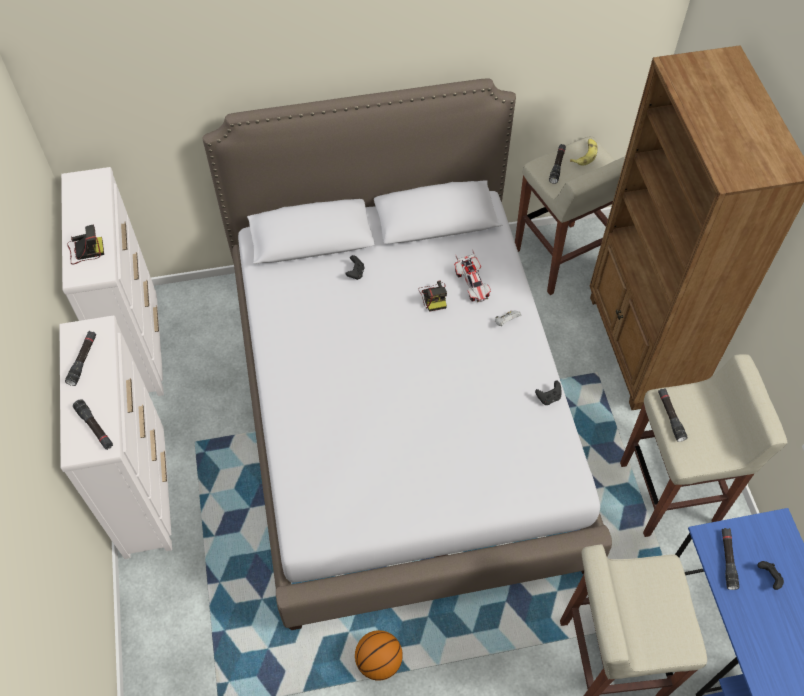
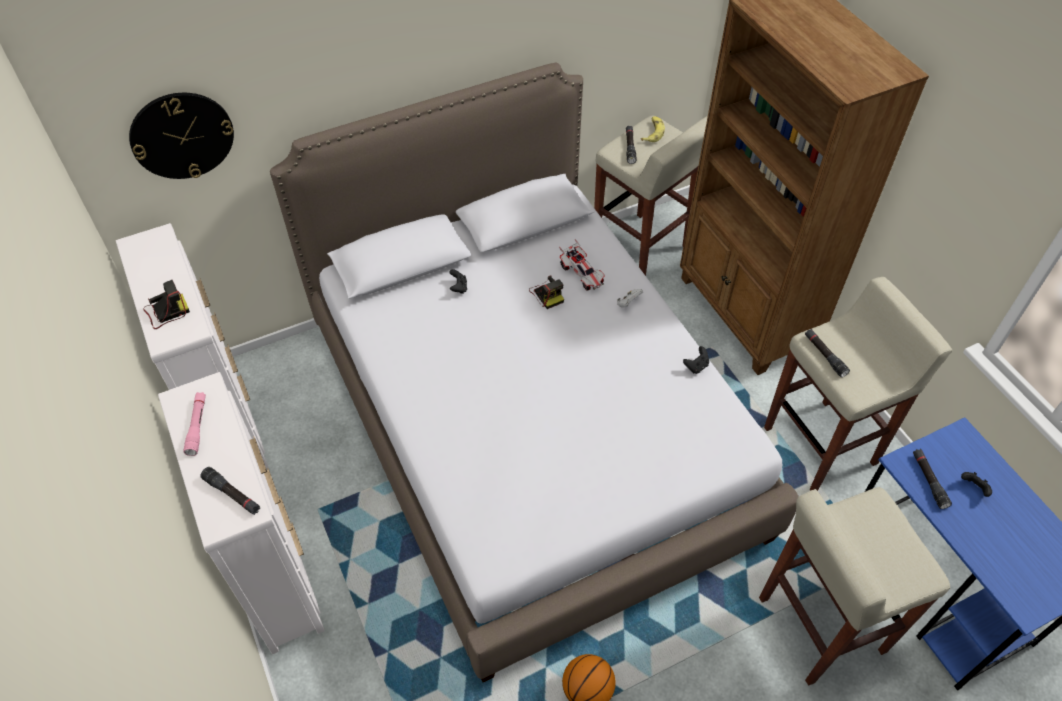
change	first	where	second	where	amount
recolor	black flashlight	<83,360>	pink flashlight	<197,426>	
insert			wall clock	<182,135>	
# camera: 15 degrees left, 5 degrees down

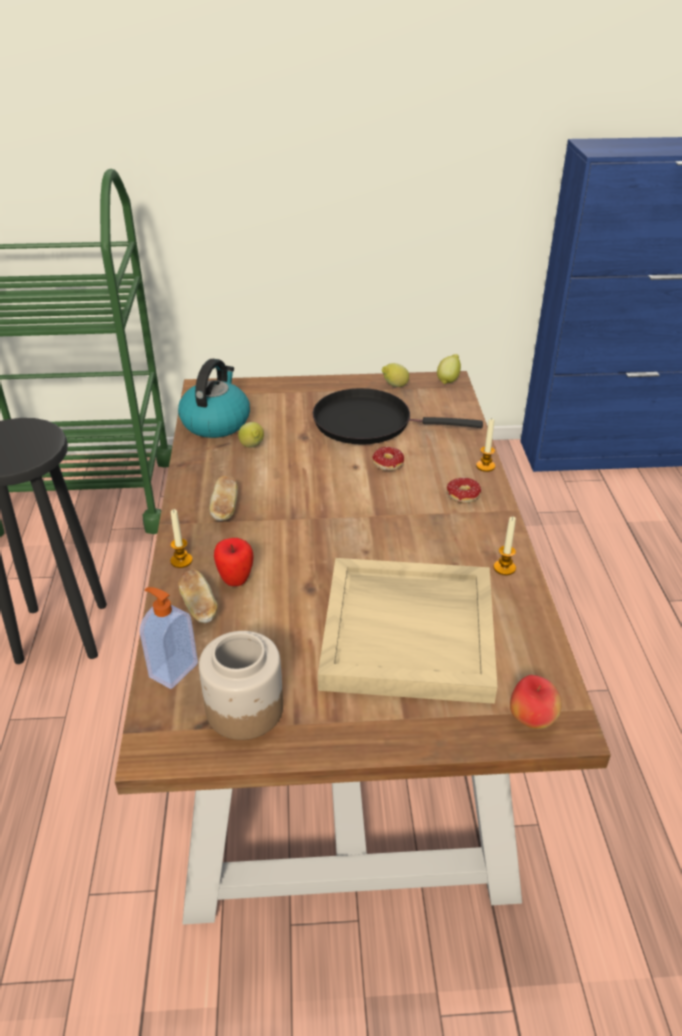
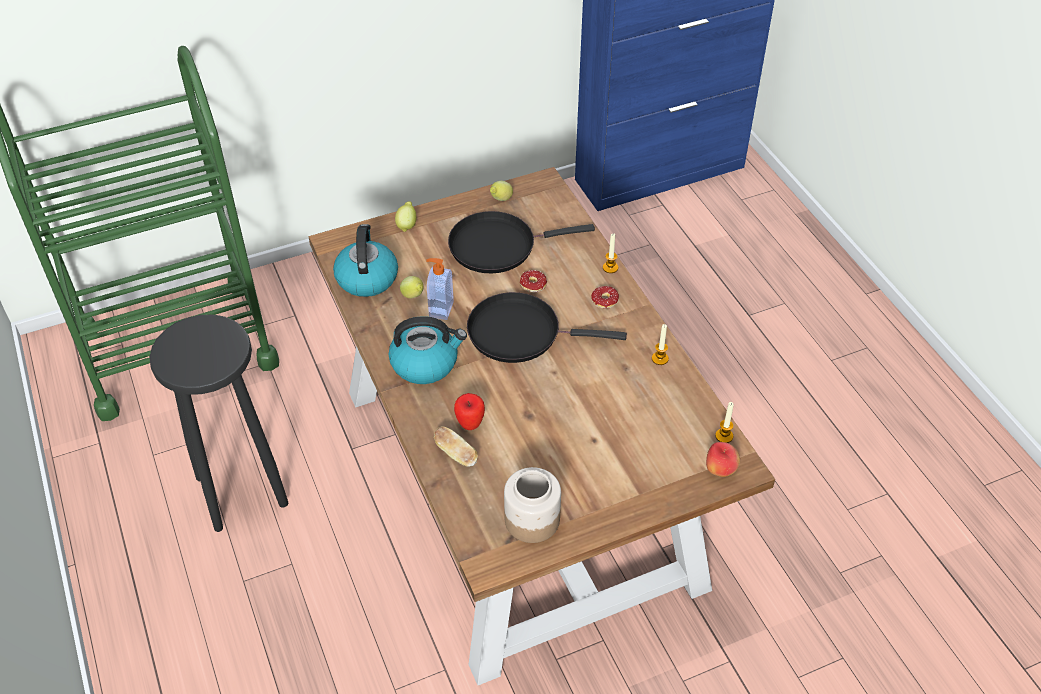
change	first	where	second	where	amount
move	lemon	<448,380>		<407,225>	
replace	bread	<225,509>	kettle	<425,363>	
move	candle	<181,561>		<724,436>	
delete	beige tray	<410,632>			
move	soap dispenser	<172,670>		<440,309>	
insert			black frying pan	<520,332>	
# camera: 20 degrees left, 10 degrees up

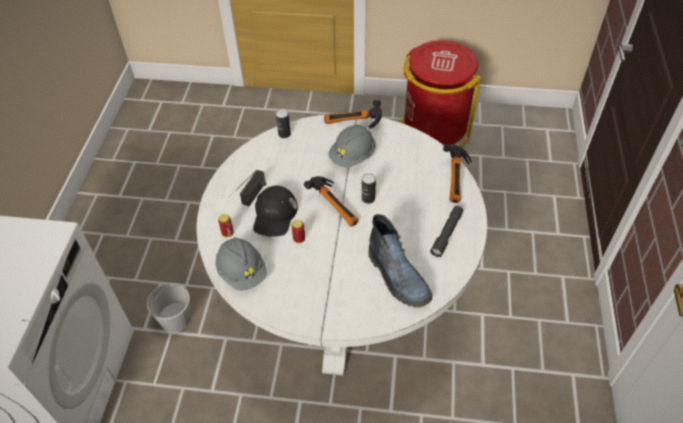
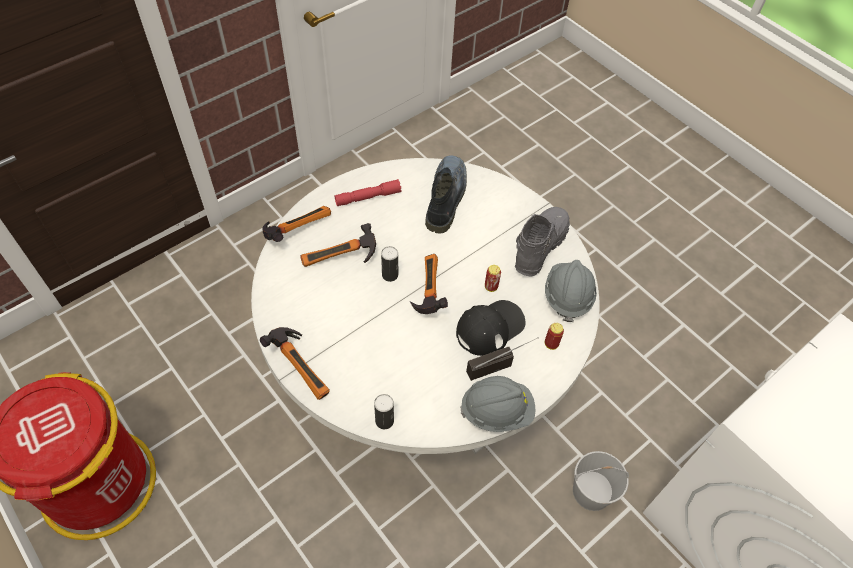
change	first	where	second	where	amount
move	grey hard hat	<352,156>		<497,411>	
recolor	grey flashlight	<446,234>	red flashlight	<368,197>	
insert			grey boot	<539,247>	
insert			hammer	<340,261>	
# camera: 140 degrees left, 5 degrees up

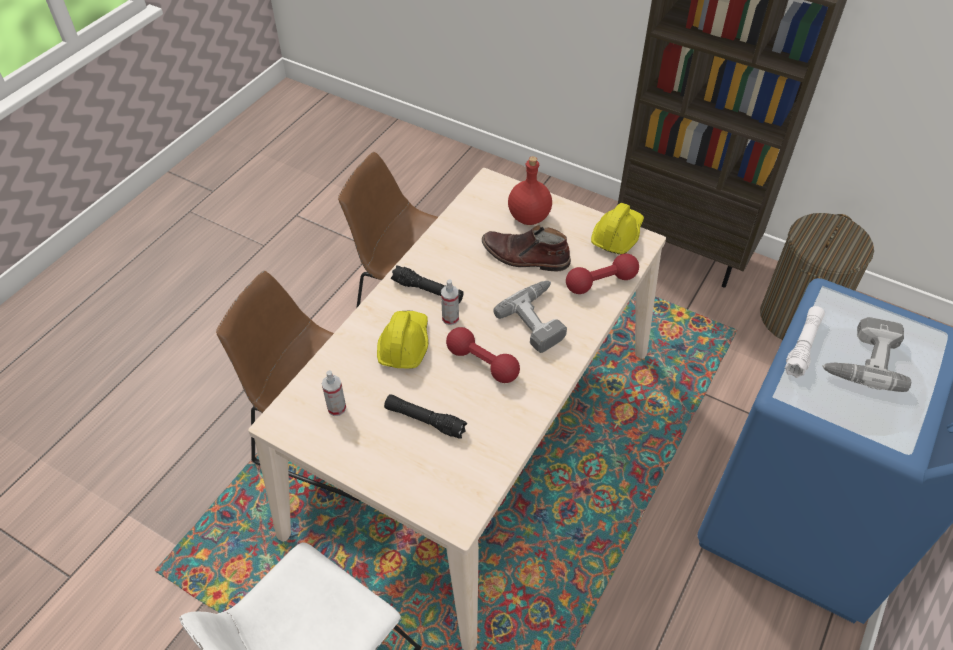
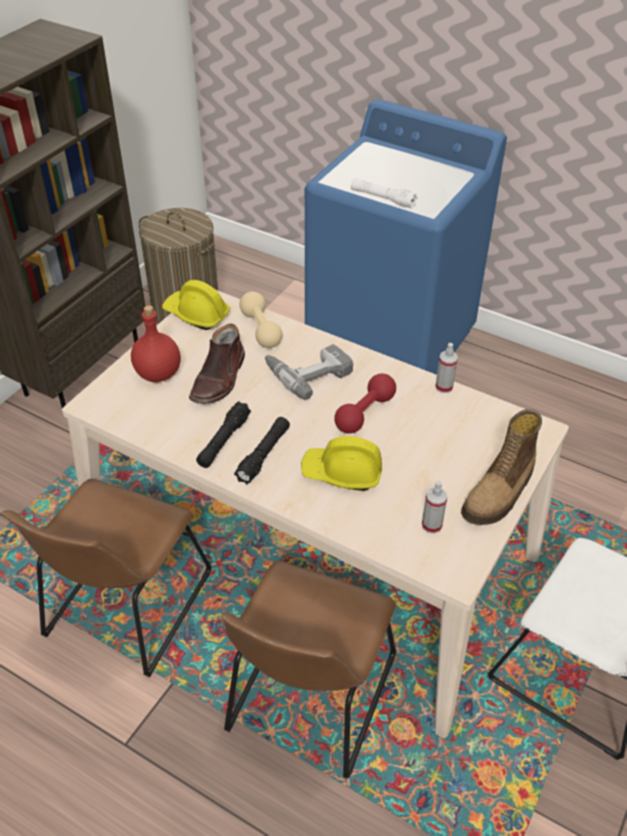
change	first	where	second	where	amount
recolor	red dumbbell	<601,282>	beige dumbbell	<261,329>	
move	spray bottle	<450,318>		<444,387>	
delete	power drill	<861,359>			
move	black flashlight	<425,420>		<223,441>	
insert			boot	<499,493>	
# camera: 90 degrees left, 5 degrees down

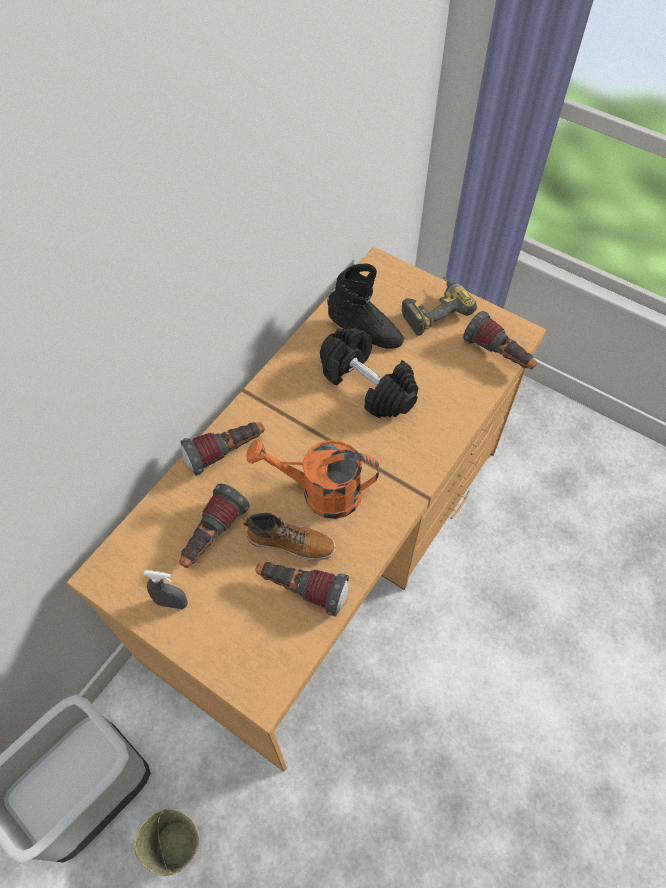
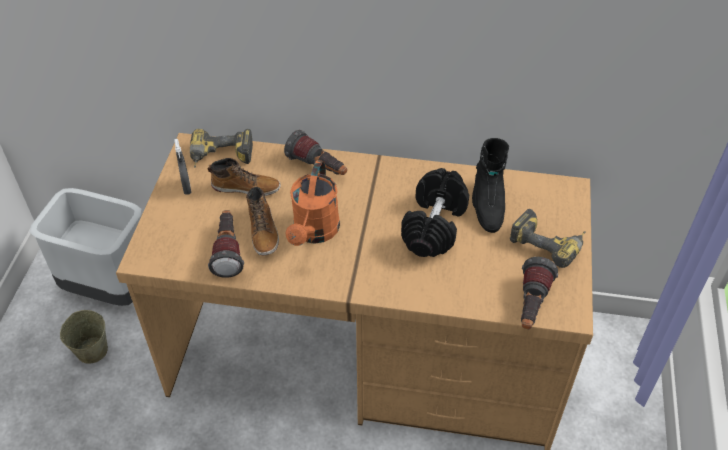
change	first	where	second	where	amount
rotate	orange watering can	<320,493>		<314,232>	150 degrees counterclockwise
replace	flashlight	<212,536>	boot	<246,187>	
insert			power drill	<221,158>	
# camera: 65 degrees right, 10 degrees down

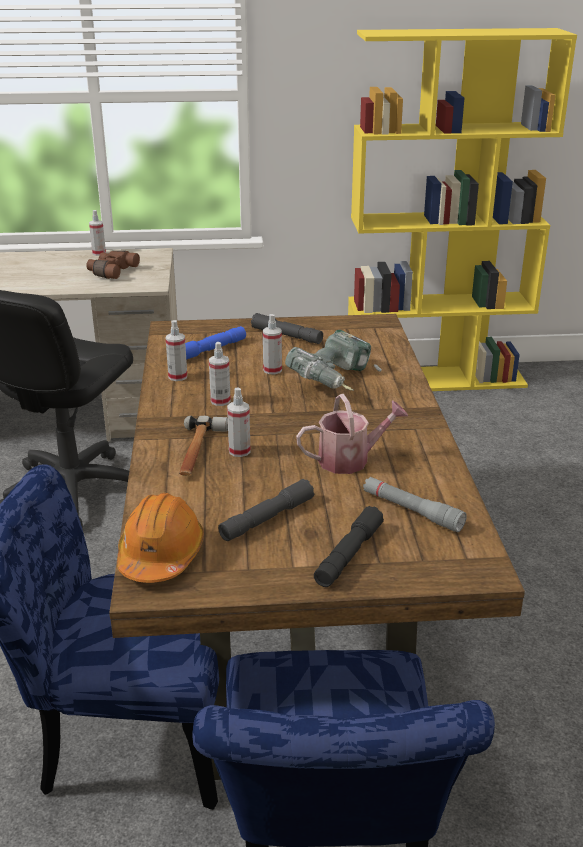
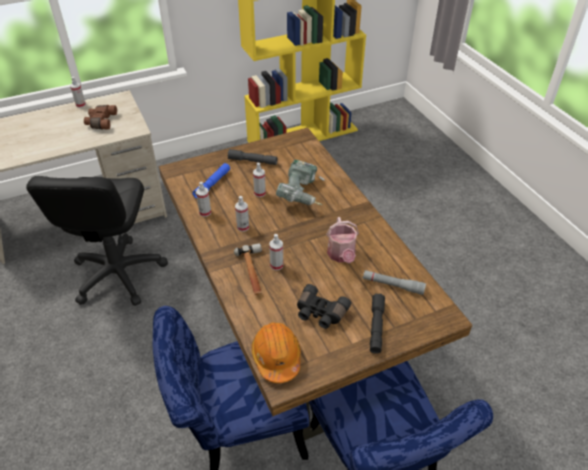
change	first	where	second	where	amount
rotate	watering can	<350,459>		<342,255>	120 degrees clockwise
replace	grey flashlight	<267,519>	black binoculars	<320,313>	
# camera: 20 degrees left, 15 degrees up

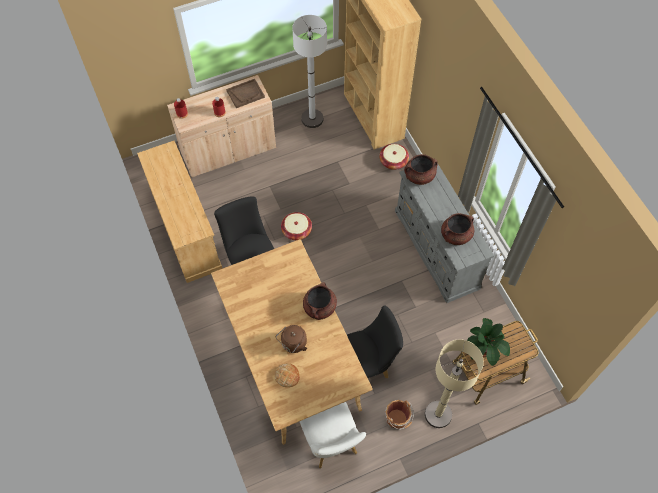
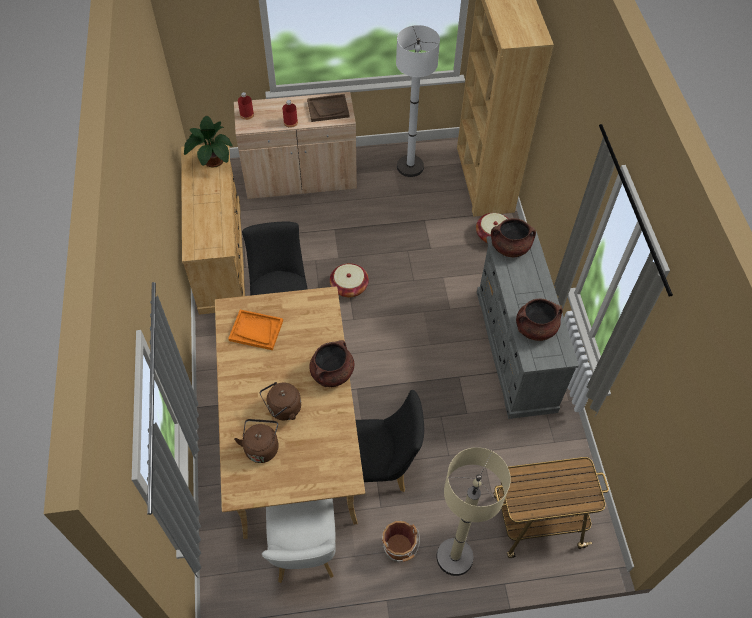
change	first	where	second	where	amount
move	potted plant	<483,350>		<213,161>	
replace	bread	<287,376>	brown kettle	<261,446>	
insert			orange tray	<256,330>	
# camera: 15 degrees right, 5 degrees down

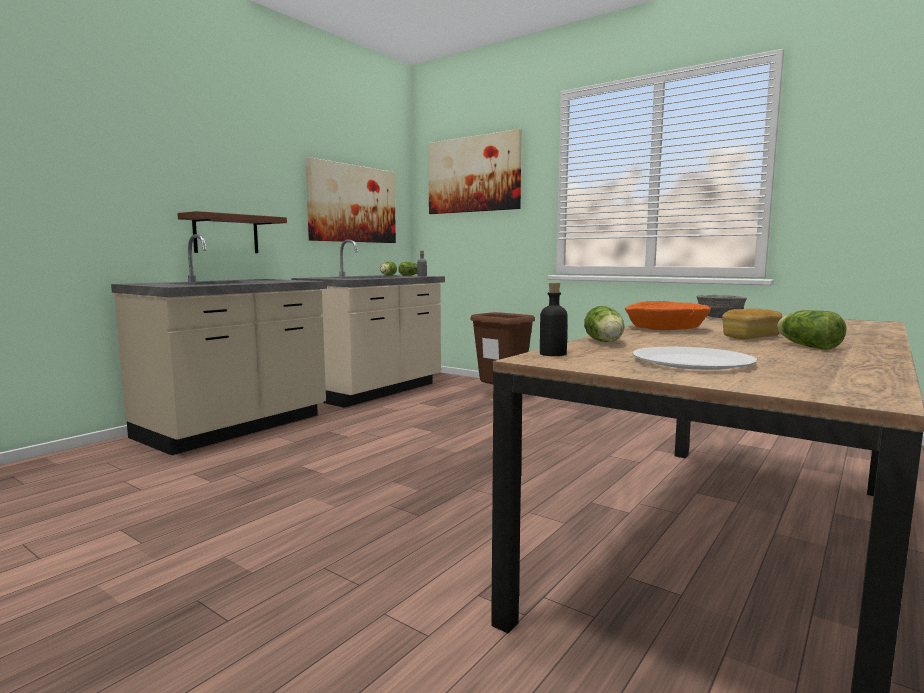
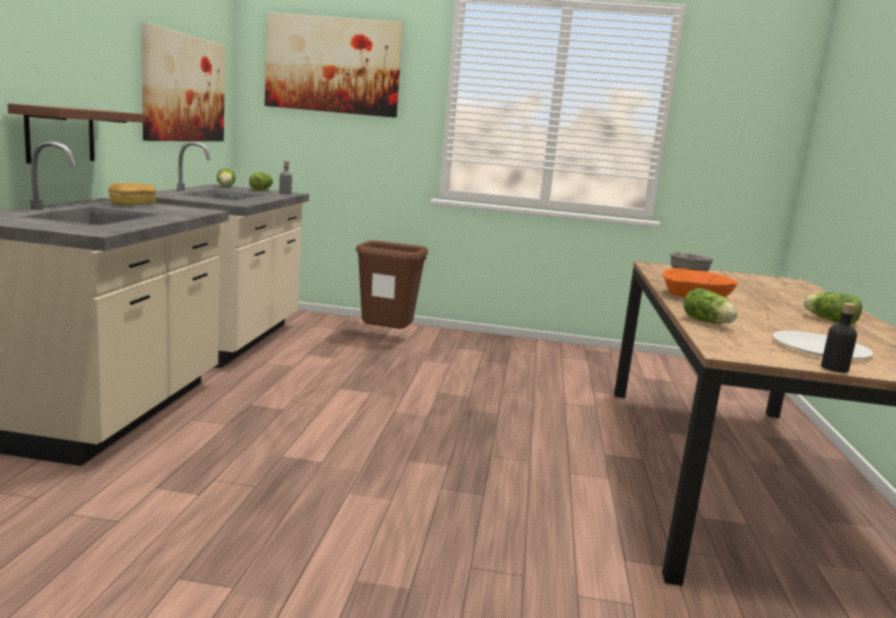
change	first	where	second	where	amount
move	black bottle	<553,354>		<834,368>	
move	bread	<750,337>		<133,204>	
# camera: 30 degrees left, 5 degrees up

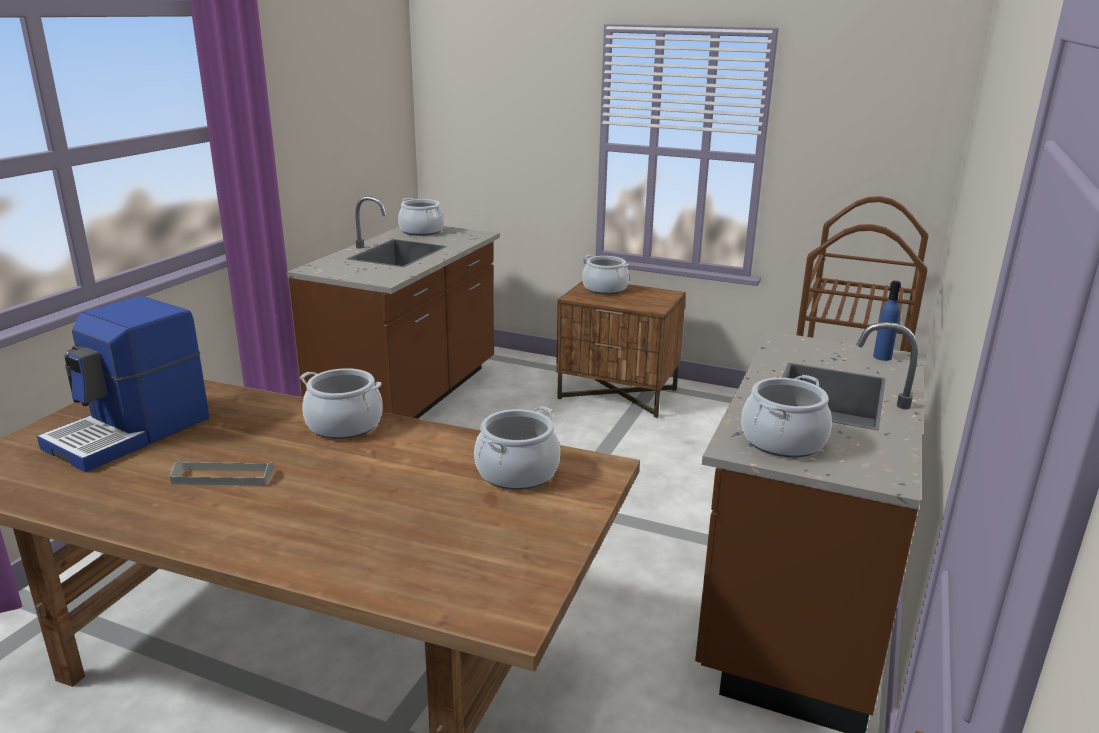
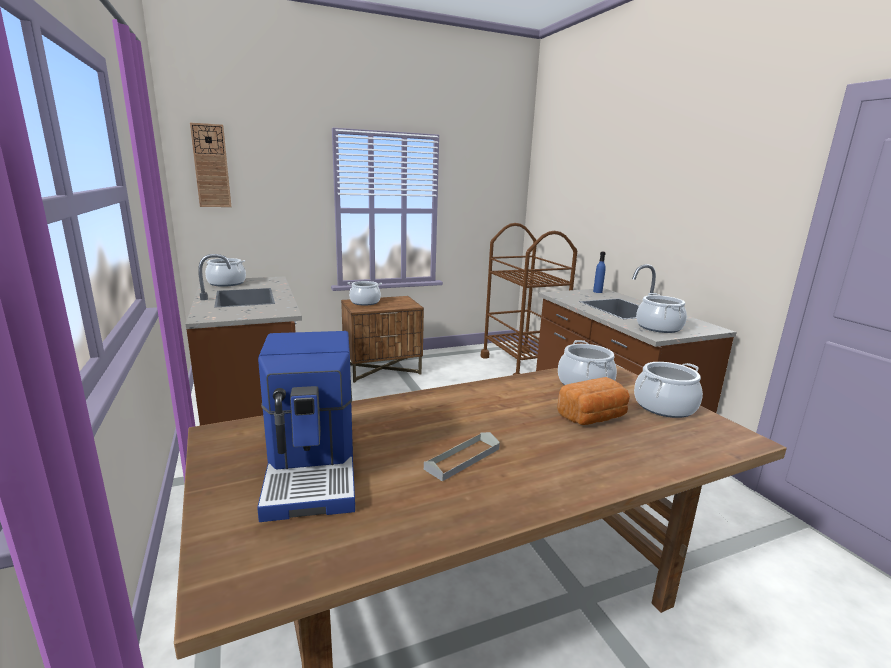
change	first	where	second	where	amount
move	cooking pot	<344,425>		<664,406>	
insert			wall clock	<211,166>	
insert			bread	<593,417>	
# camera: 45 degrees left, 5 degrees down

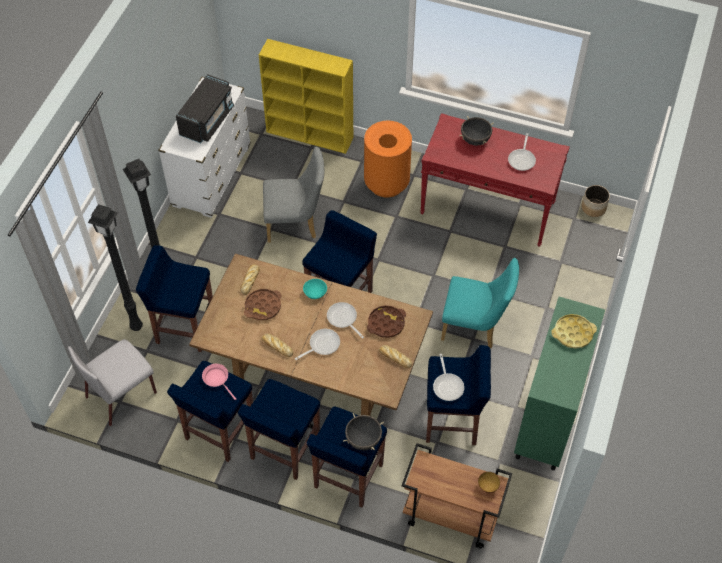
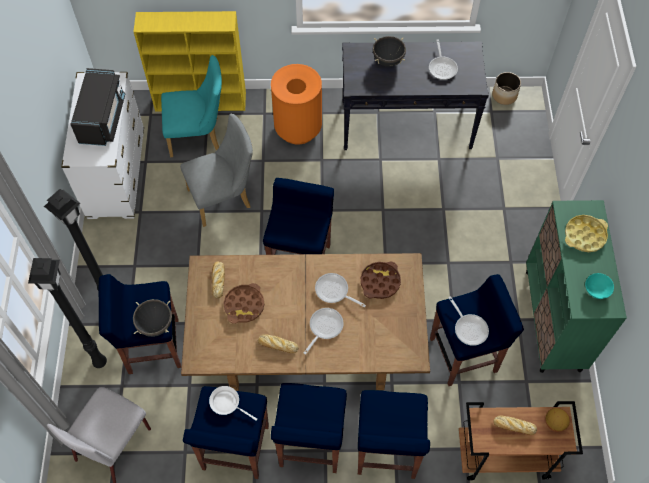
change	first	where	second	where	amount
recolor	red console table	<488,208>	black console table	<406,125>	
move	turquoise chair	<475,327>		<199,136>	
move	turquoise bowl	<315,293>		<596,290>	
move	bread	<394,357>		<513,426>	
recolor	pink frying pan	<217,379>	white frying pan	<227,403>	
move	black cooking pot	<363,440>		<155,325>	
# camera: 20 degrees left, 5 degrees up

